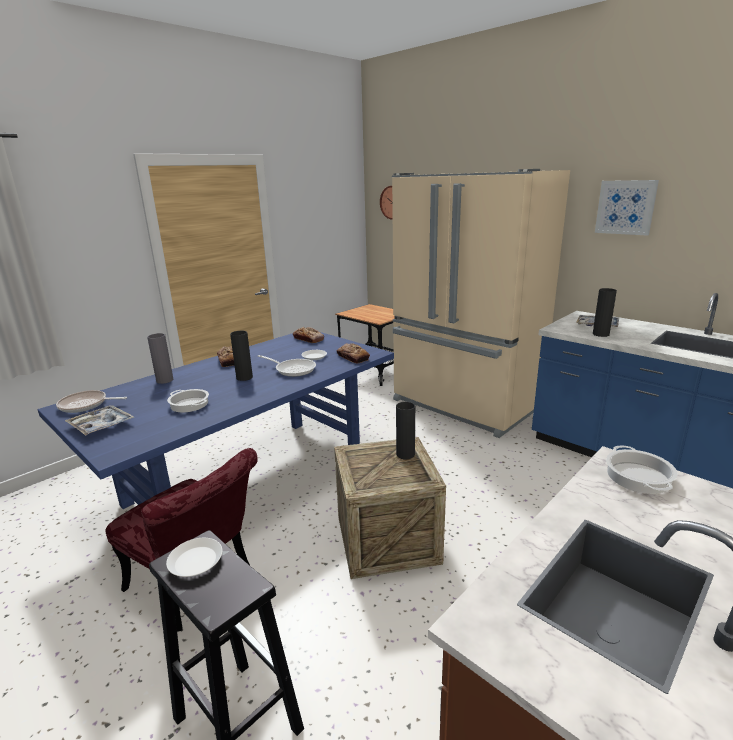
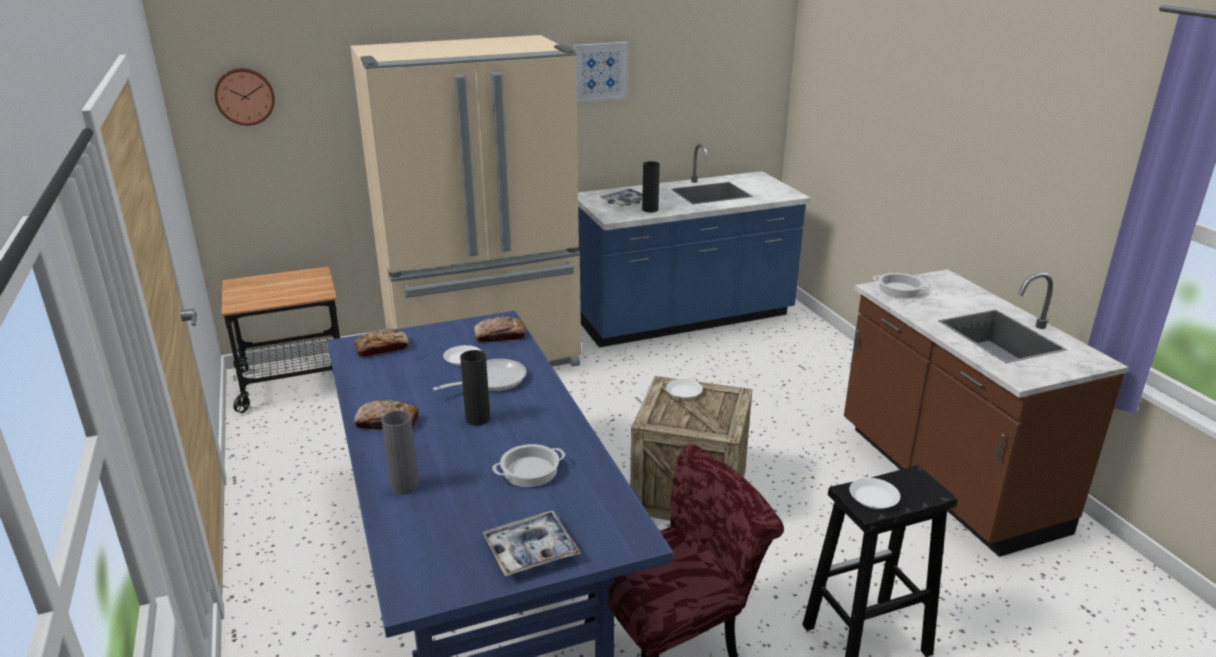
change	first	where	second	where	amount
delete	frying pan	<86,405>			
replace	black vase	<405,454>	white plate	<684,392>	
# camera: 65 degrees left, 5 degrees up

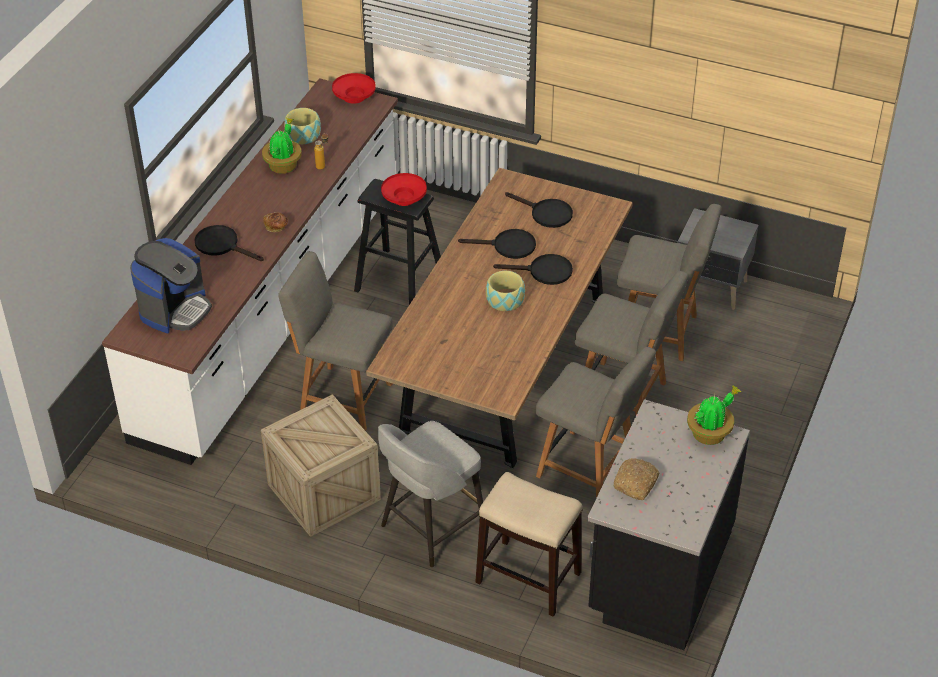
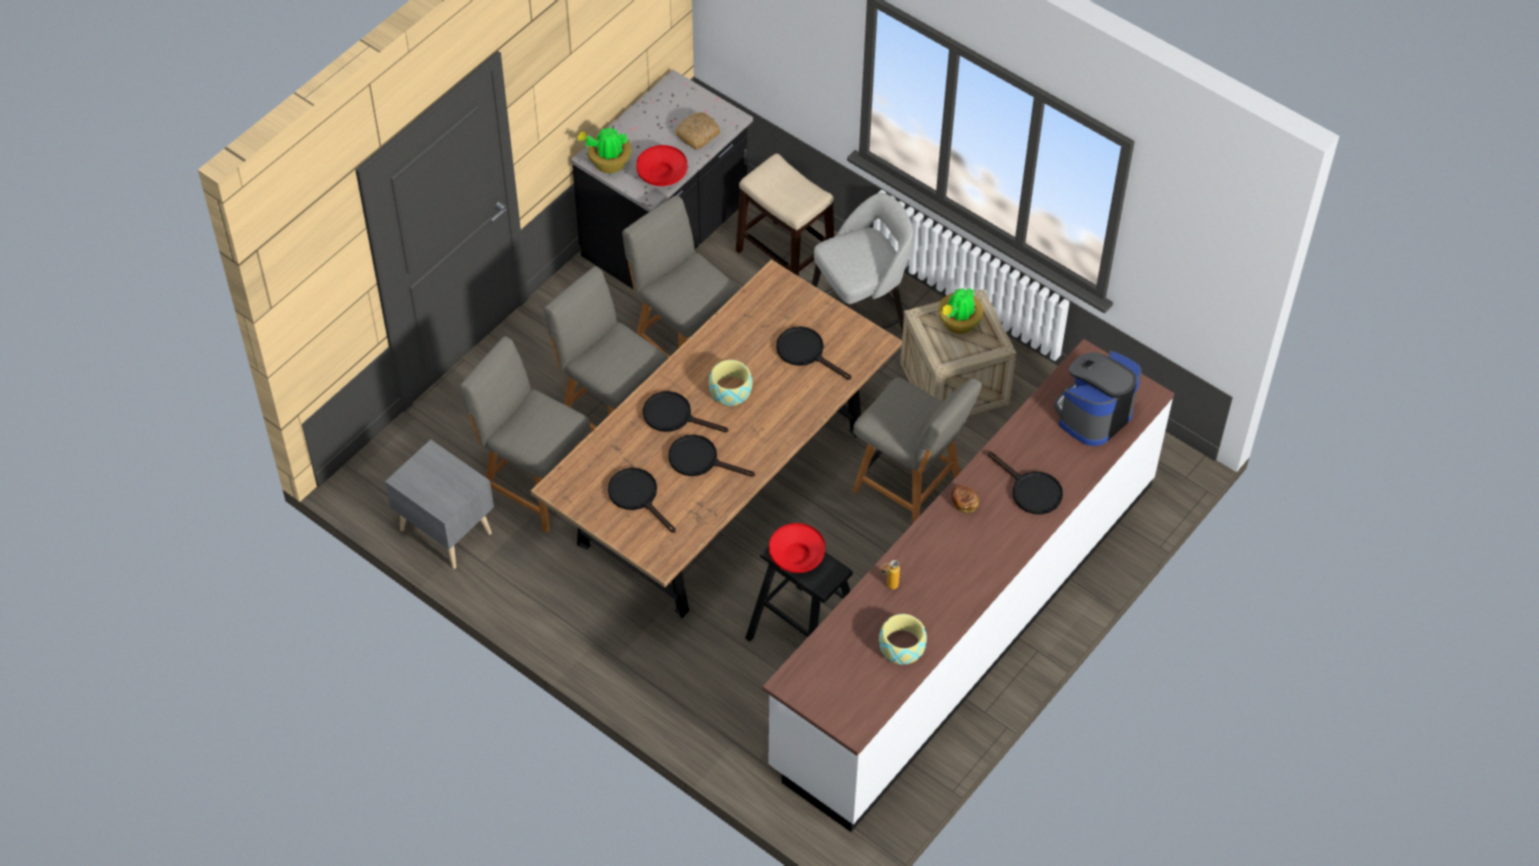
change	first	where	second	where	amount
move	red bowl	<354,97>		<662,175>	
move	potted plant	<283,165>		<958,324>	
insert			black frying pan	<806,352>	
# camera: 165 degrees left, 10 degrees up

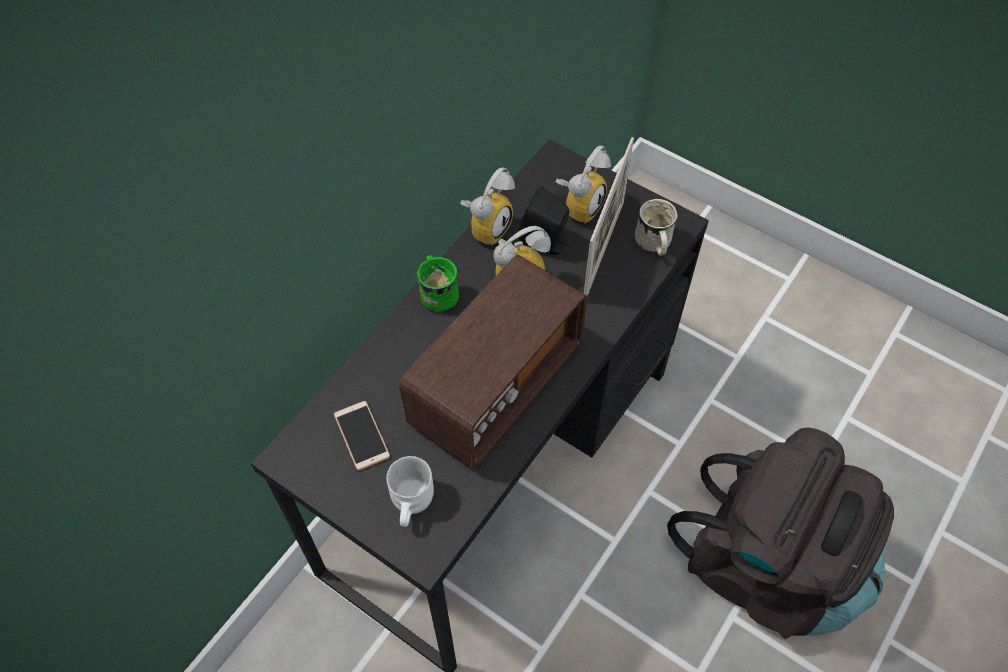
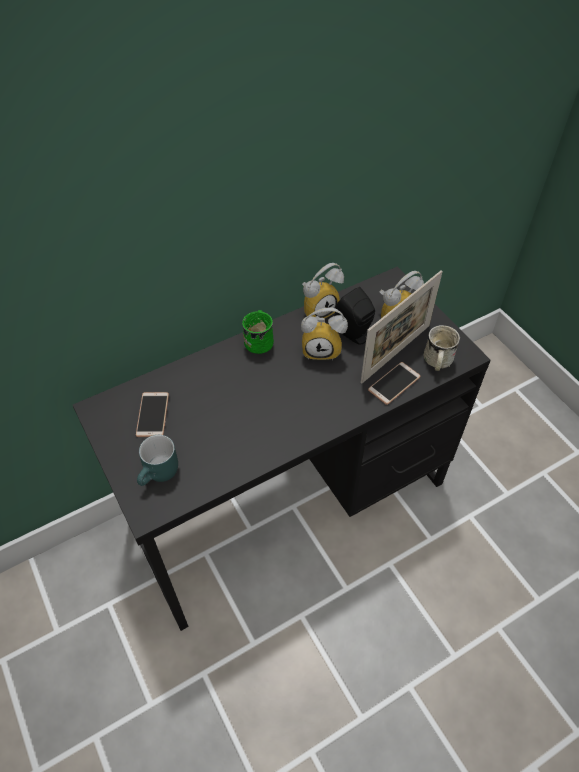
change	first	where	second	where	amount
delete	radio	<496,386>			
delete	black backpack	<767,566>			
recolor	white mug	<414,503>	turquoise mug	<160,474>	
insert			phone	<394,383>	
# camera: 25 degrees right, 5 degrees down

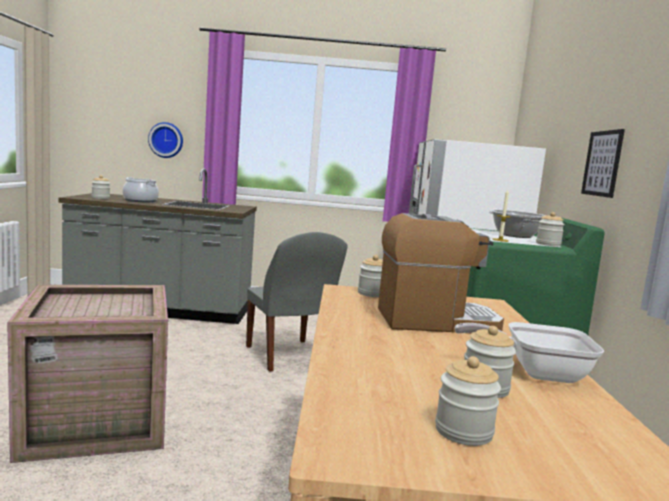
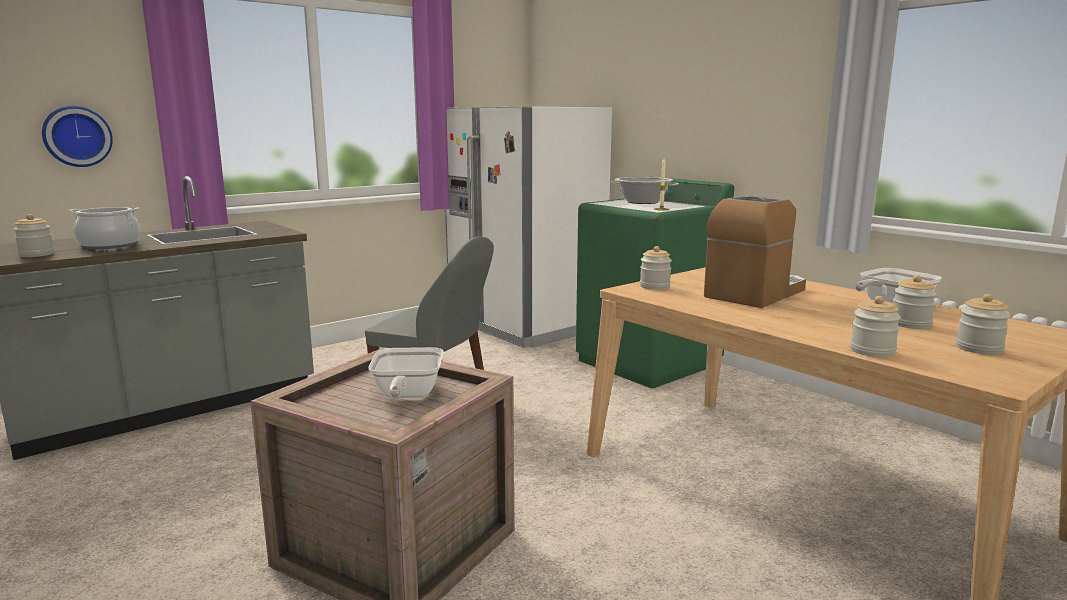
change	first	where	second	where	amount
delete	picture	<602,163>			
move	jar	<548,244>		<872,351>	
insert			frying pan	<406,395>	
# camera: 40 degrees left, 5 degrees up

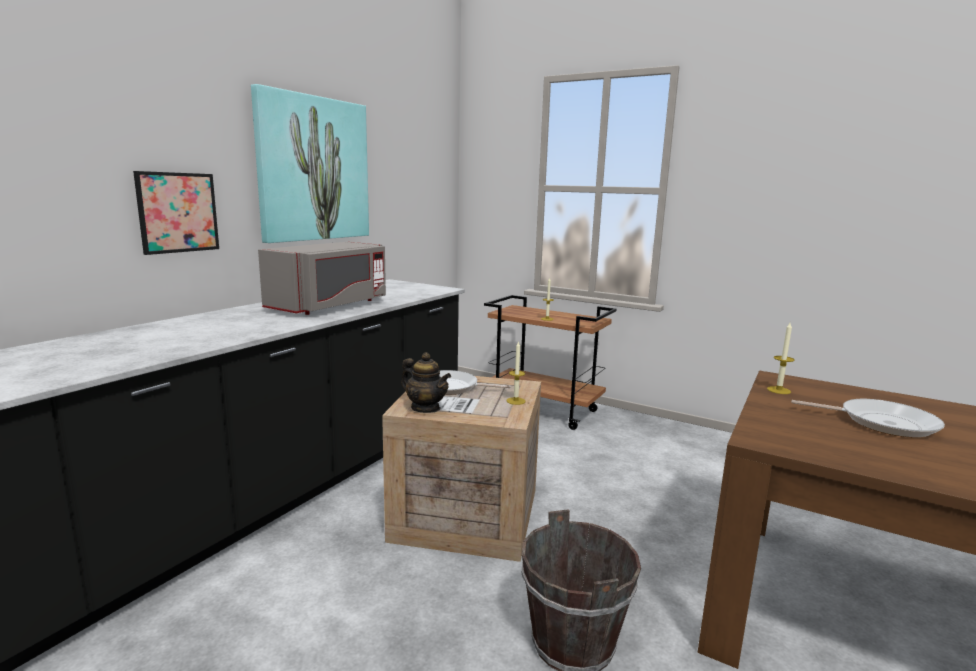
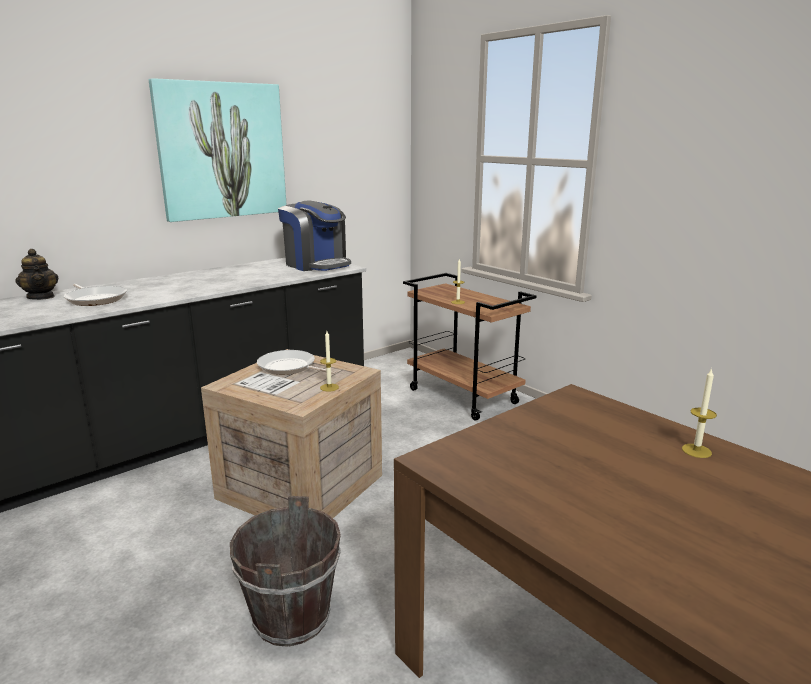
change	first	where	second	where	amount
delete	picture	<178,212>			
delete	grey microwave	<330,306>			
move	candle	<778,390>		<696,451>	
move	teapot	<425,408>		<41,297>	
move	frying pan	<881,422>		<95,299>	
insert			coffee machine	<316,264>	
# camera: 20 degrees right, 5 degrees up

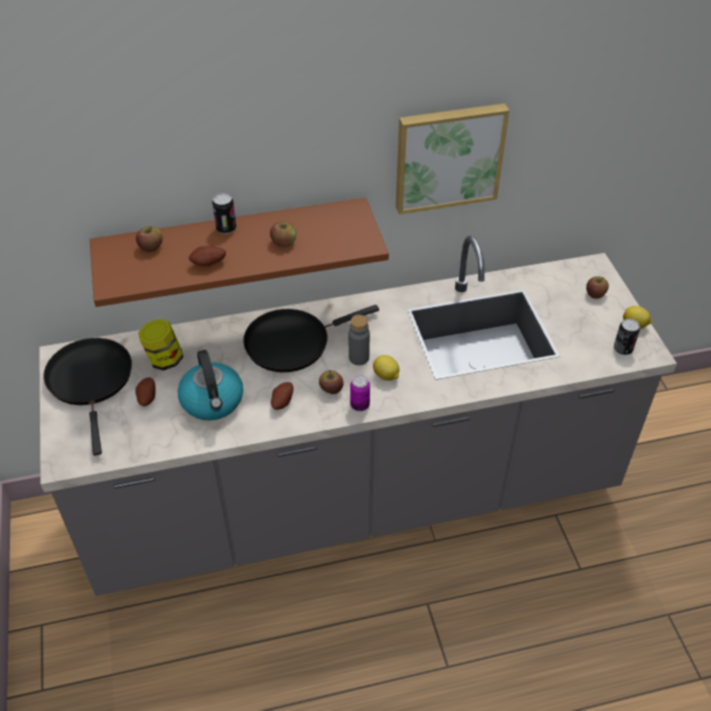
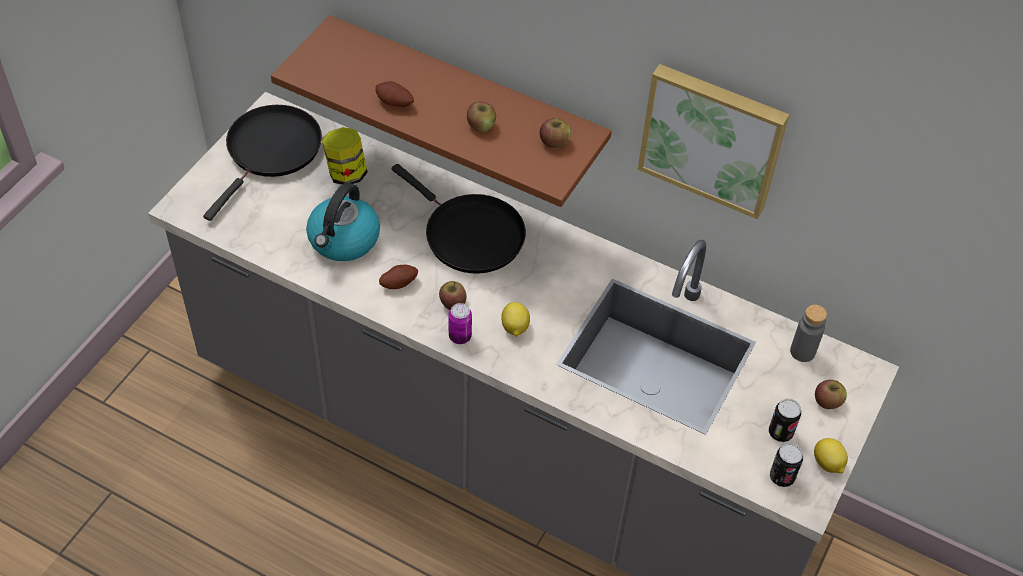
change	first	where	second	where	amount
move	can	<226,228>		<780,432>	
move	apple	<151,247>		<554,142>	
rotate	black frying pan	<292,342>		<469,234>	150 degrees counterclockwise
move	grey bottle	<359,358>		<802,351>	
delete	potato	<146,398>			
# camera: 40 degrees right, 5 degrees up

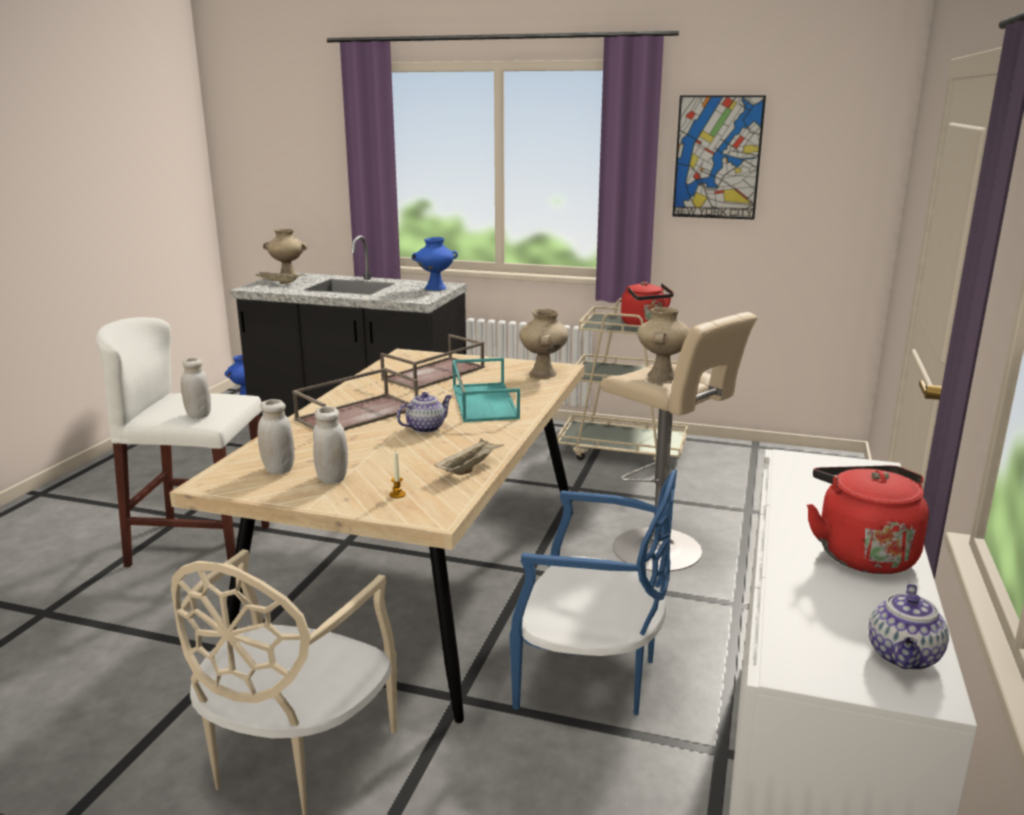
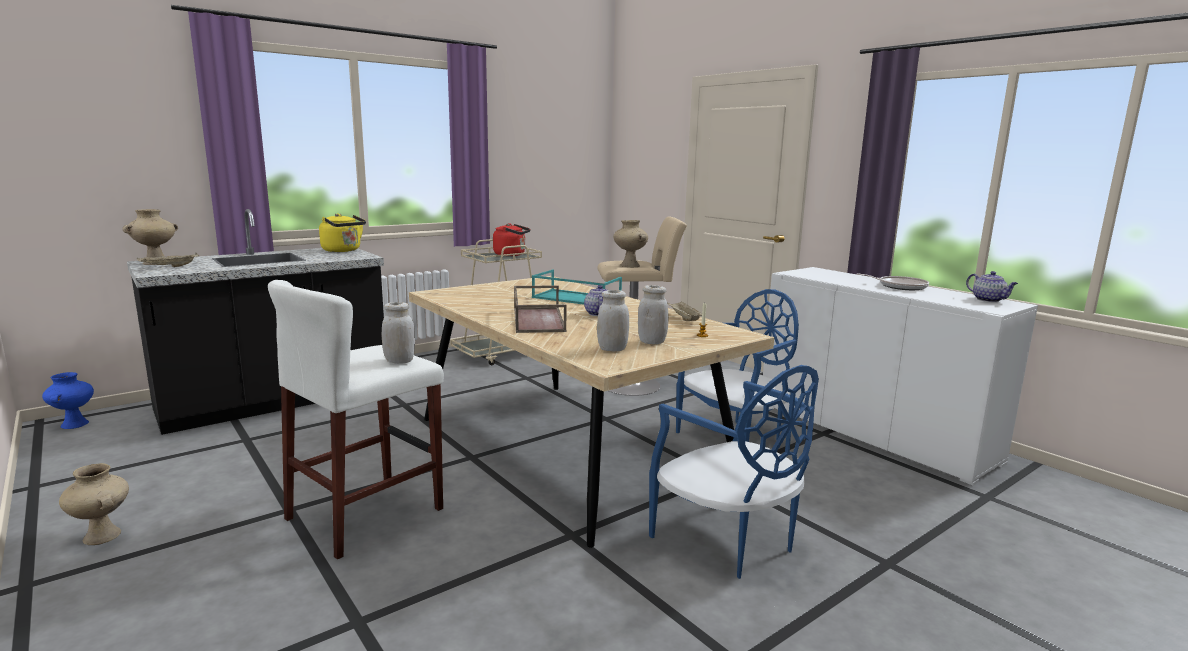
change	first	where	second	where	amount
delete	picture	<717,157>			
replace	blue vase	<435,288>	yellow kettle	<343,250>	
move	beige vase	<543,374>		<103,536>	
delete	brown tray	<434,374>			
replace	red kettle	<862,553>	frying pan	<899,286>	
recolor	beige chair	<294,756>	blue chair	<728,541>	
# camera: 55 degrees left, 5 degrees down

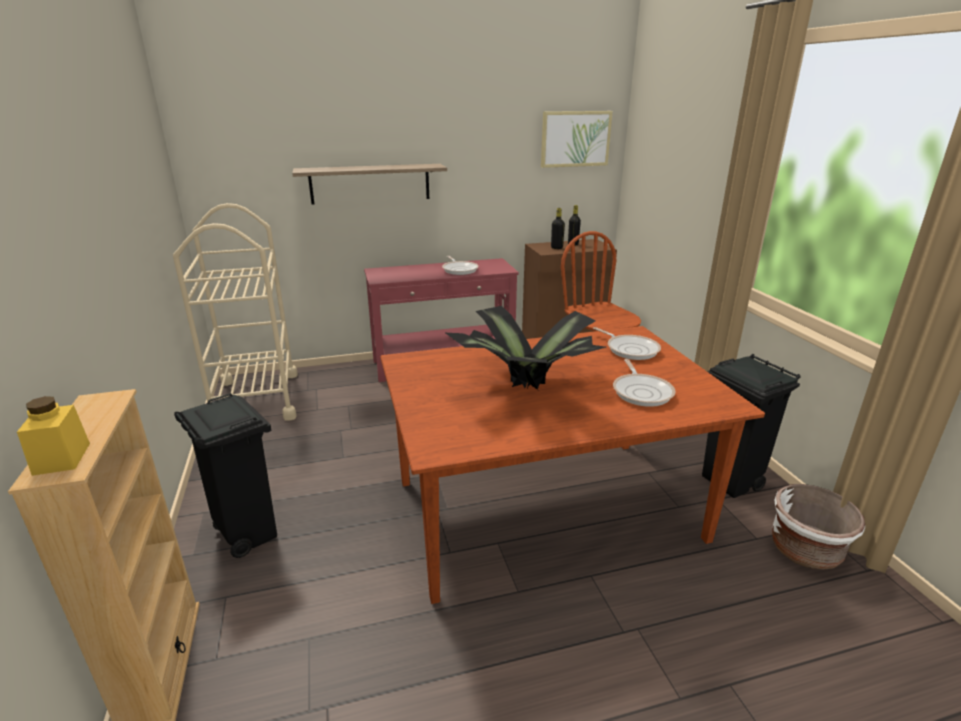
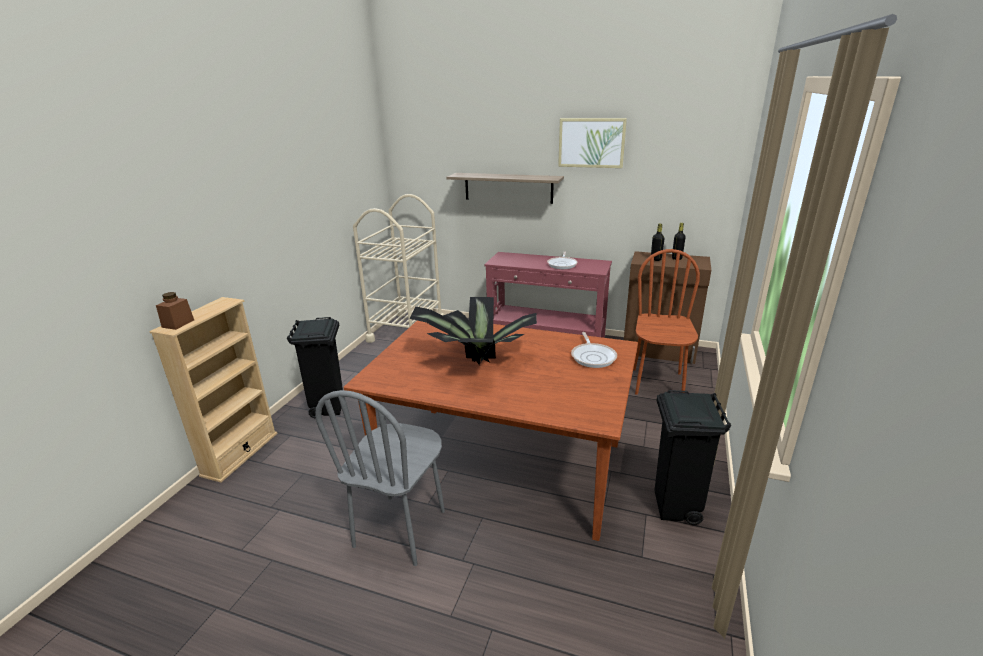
change	first	where	second	where	amount
move	picture	<575,139>		<591,143>	
delete	frying pan	<642,392>			
recolor	yellow jar	<62,458>	brown jar	<178,323>	
delete	white planter	<805,549>			
insert			grey chair	<400,528>	
# camera: 35 degrees right, 0 degrees up

